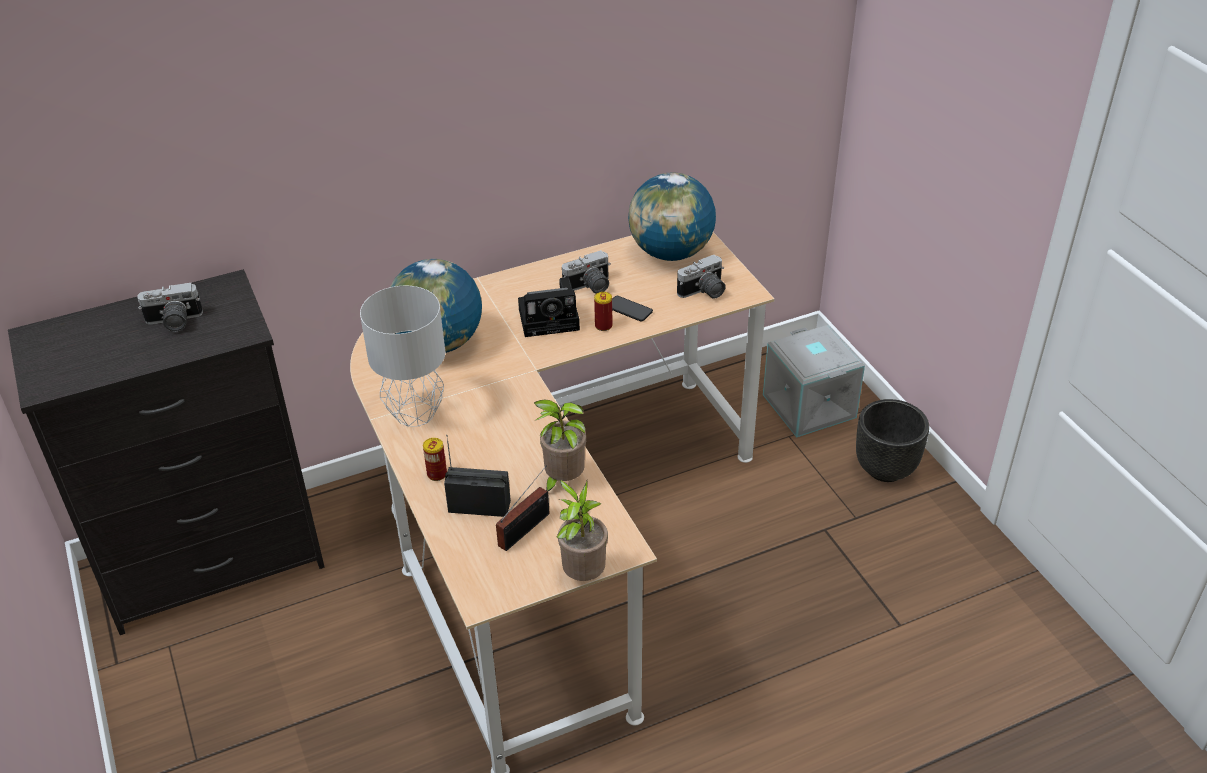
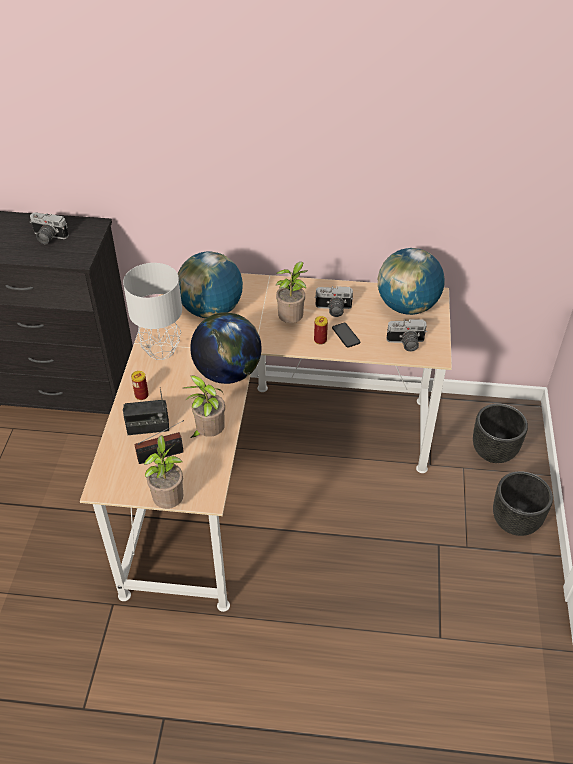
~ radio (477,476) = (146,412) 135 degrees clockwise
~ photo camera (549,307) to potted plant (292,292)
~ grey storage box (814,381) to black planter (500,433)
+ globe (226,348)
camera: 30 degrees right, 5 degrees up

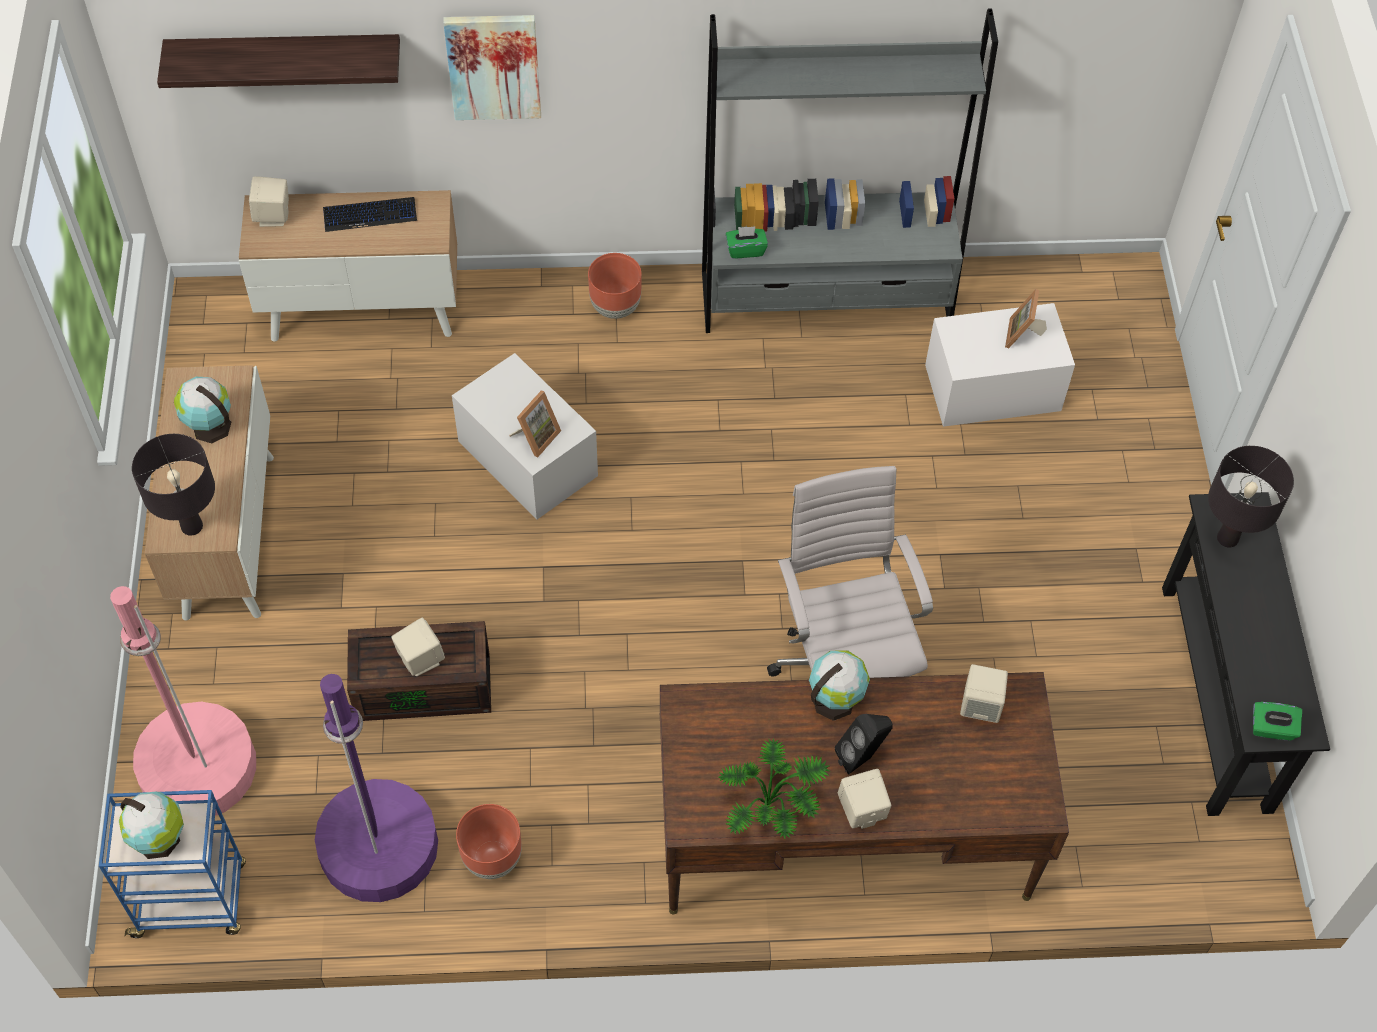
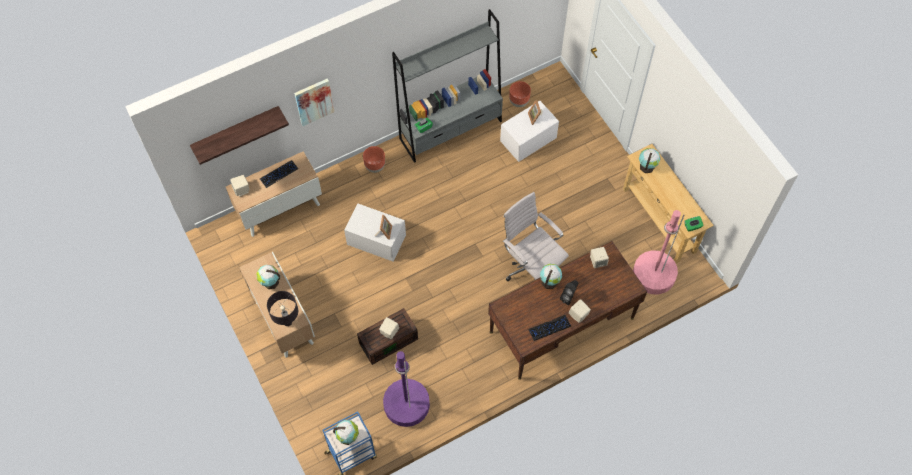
~ pink floor lamp (183,701) to (658,252)
~ brown planter (489,841) to (520,94)
~ potted plant (774,788) to keyboard (549,328)
~ black console table (1246,654) to beige console table (668,203)
~ black table lamp (1251,497) to globe (649,160)
camera: 25 degrees left, 5 degrees up

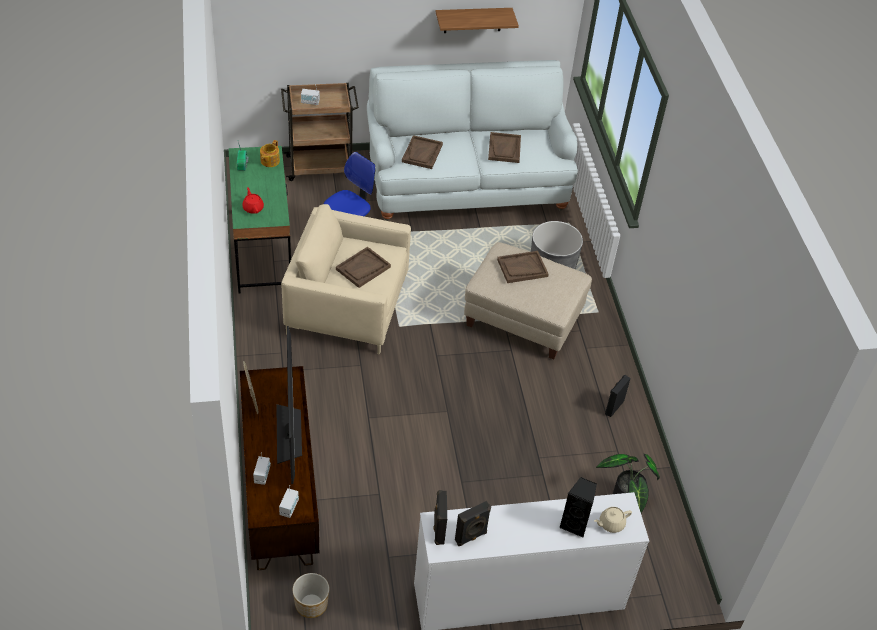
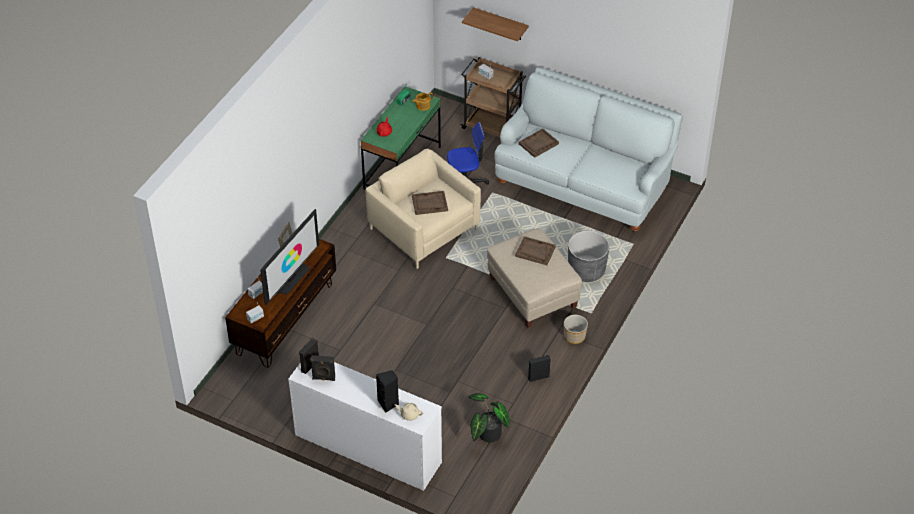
~ planter (311,595) to (576,329)
~ shelf (477,20) to (495,24)
- brown tray (504,147)
camera: 40 degrees right, 0 degrees up

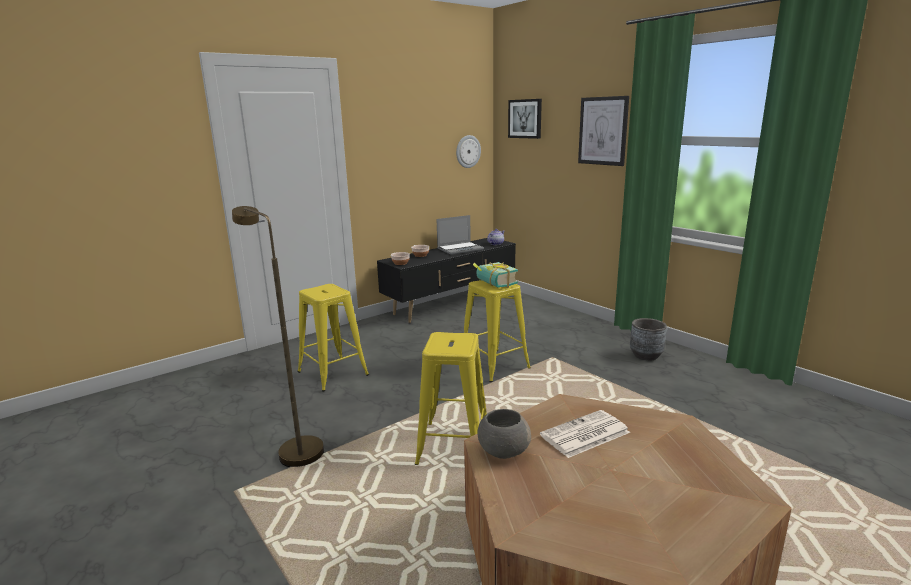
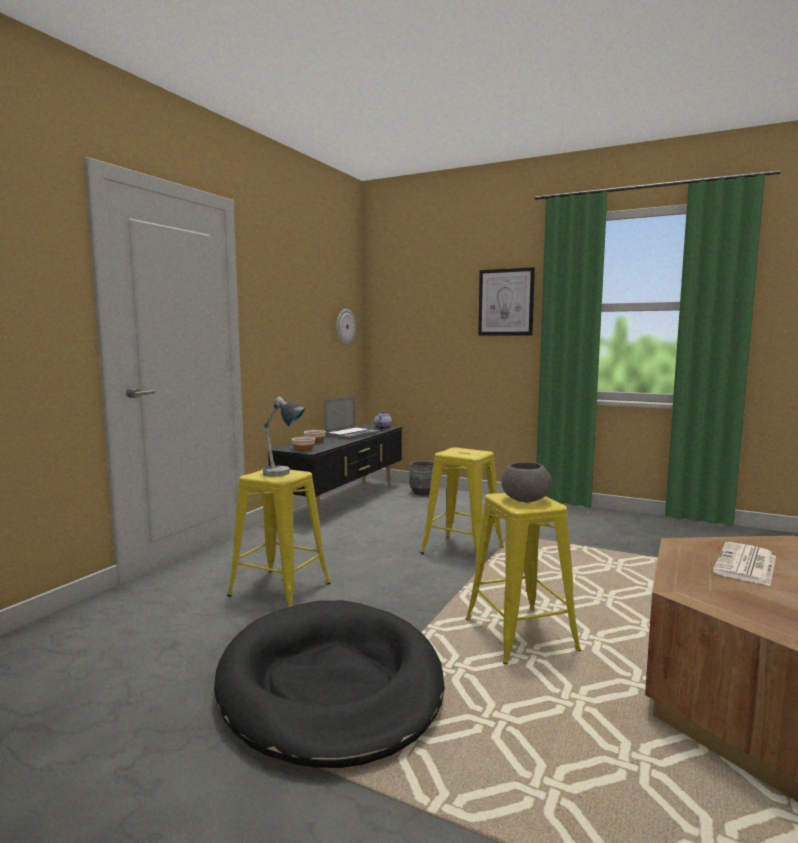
~ brown floor lamp (278,336) to black dog bed (329,684)
- book (495,275)
~ grey bowl (504,434) to (526,482)
- picture (525,119)
~ grey planter (648,339) to (421,478)
+ table lamp (284,436)
camera: 25 degrees left, 10 degrees down

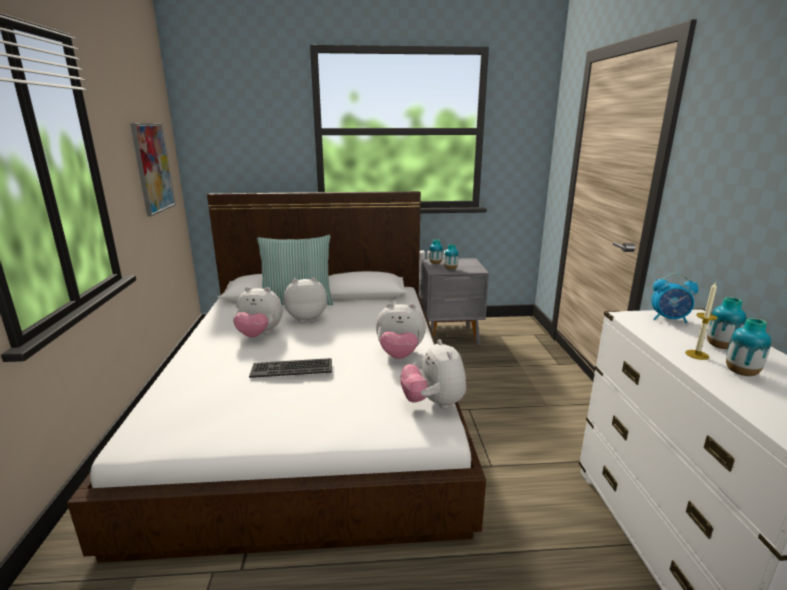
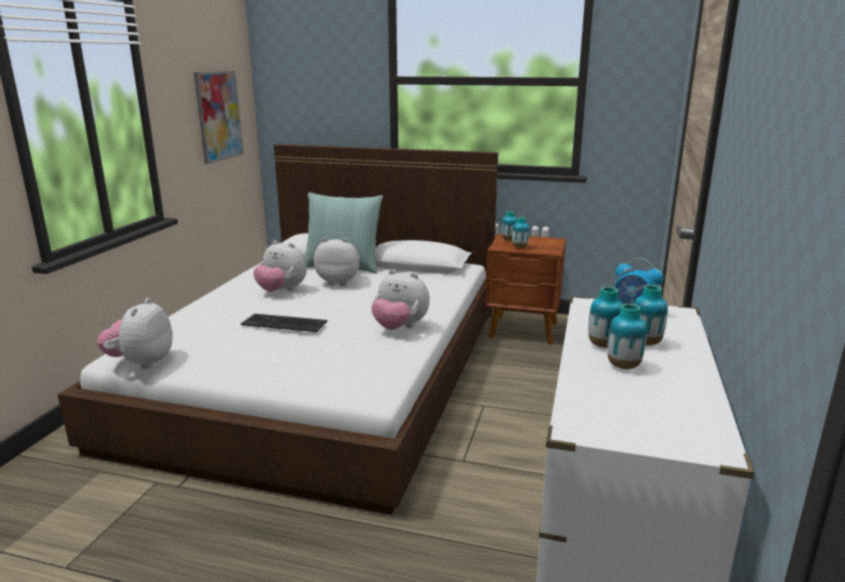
~ plush toy (433,374) to (135,333)
~ grey nightstand (454,301) to brown nightstand (525,289)
~ candle (701,321) to vase (605,317)
camera: 20 degrees right, 0 degrees up

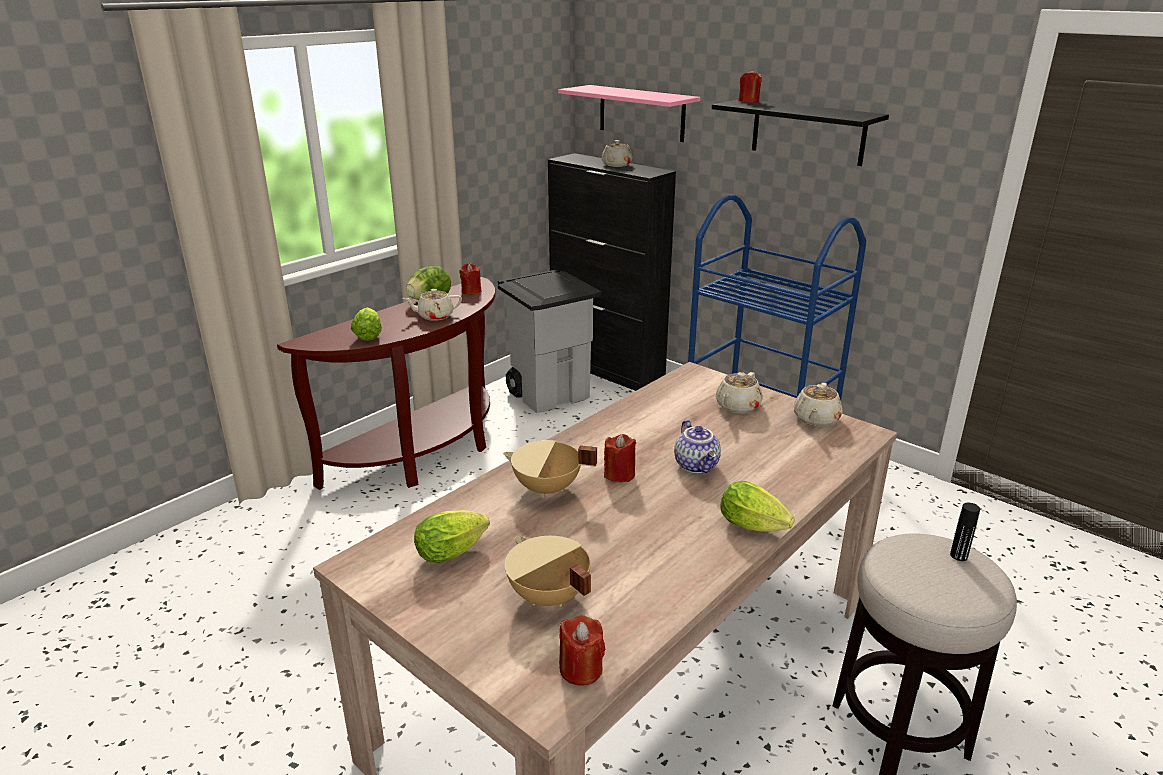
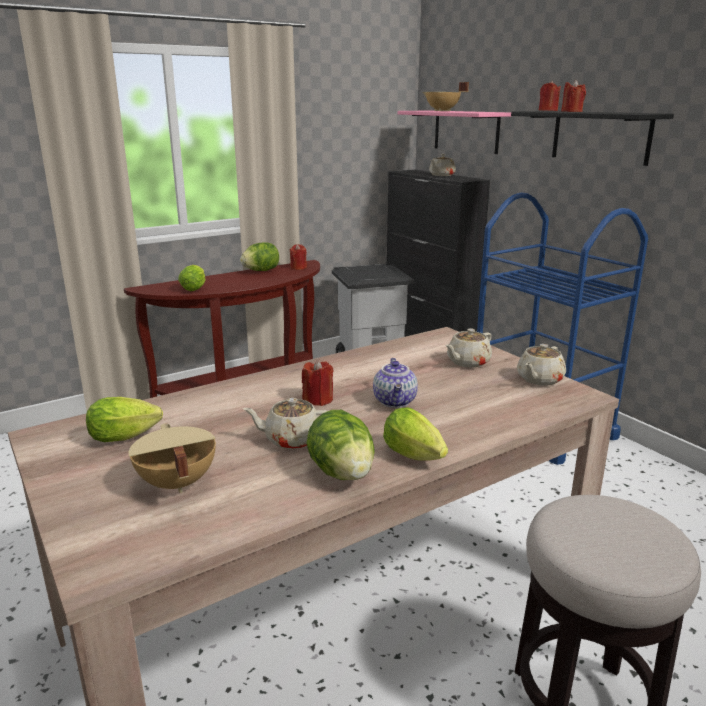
~ beige teapot (432,305) to (285,423)
~ beige cooking pot (550,469) to (446,96)
~ red candle (582,650) to (573,96)
- black bottle (965,532)
+ lettuce (340,445)
camera: 15 degrees right, 5 degrees down

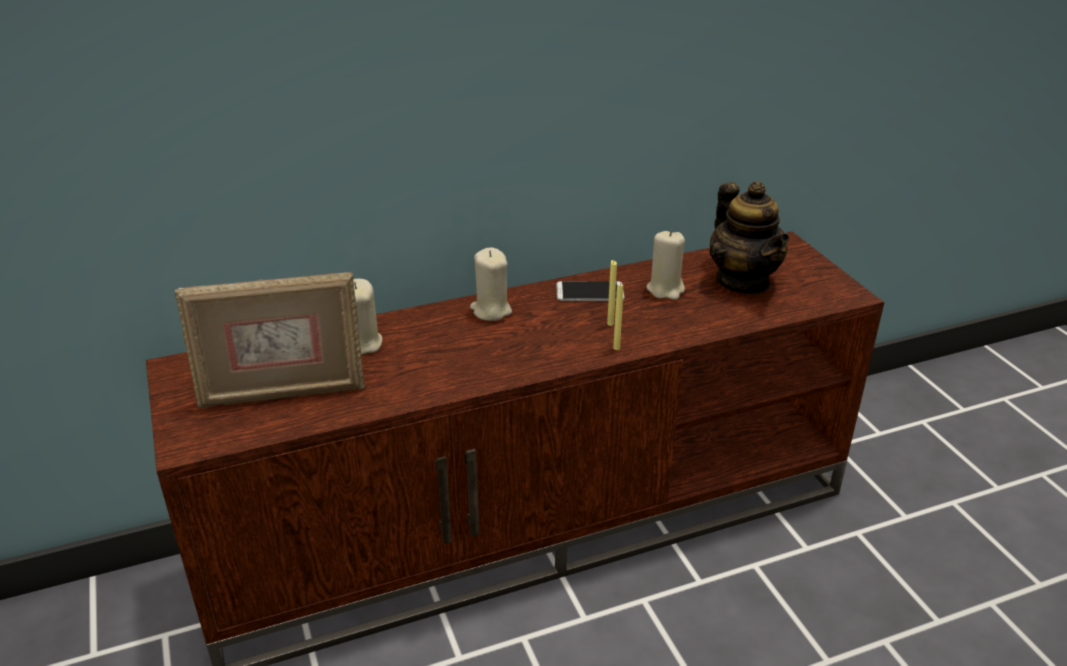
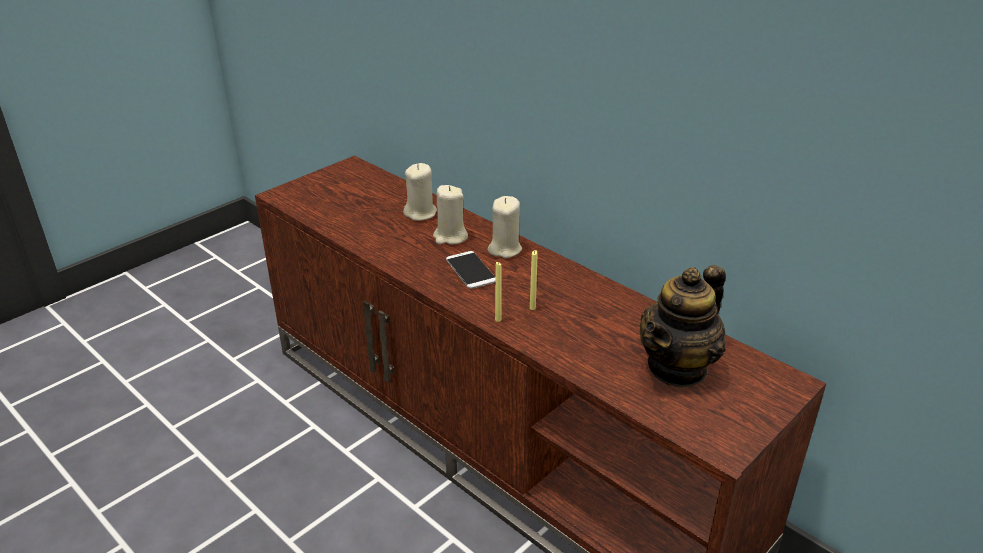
- picture frame (270,340)
~ phone (590,291) to (470,270)
~ beige candle (666,265) to (450,215)
camera: 65 degrees right, 0 degrees up

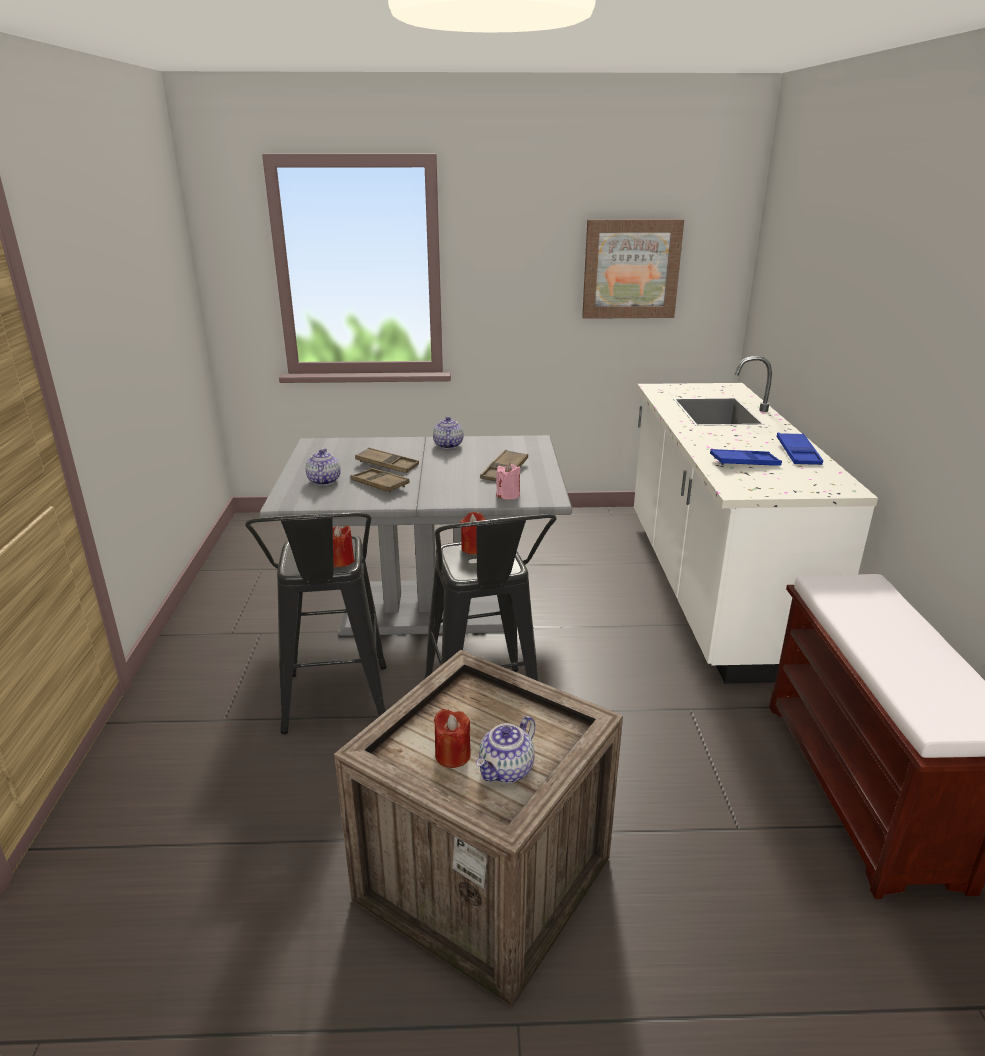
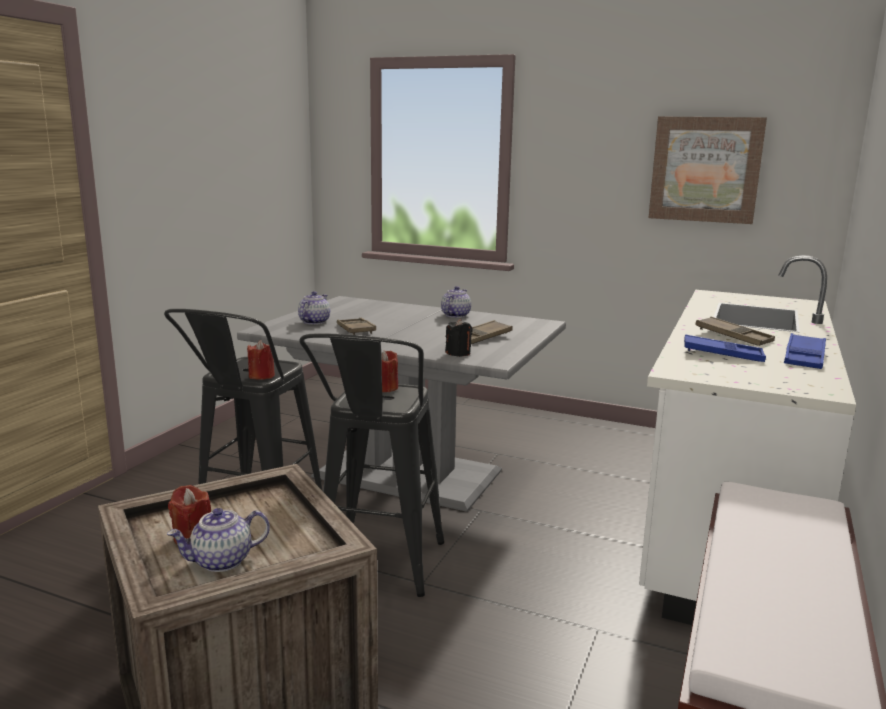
~ brown tray (387,460) to (735,331)
~ pink candle (508,481) to black candle (459,338)
camera: 25 degrees right, 10 degrees down

